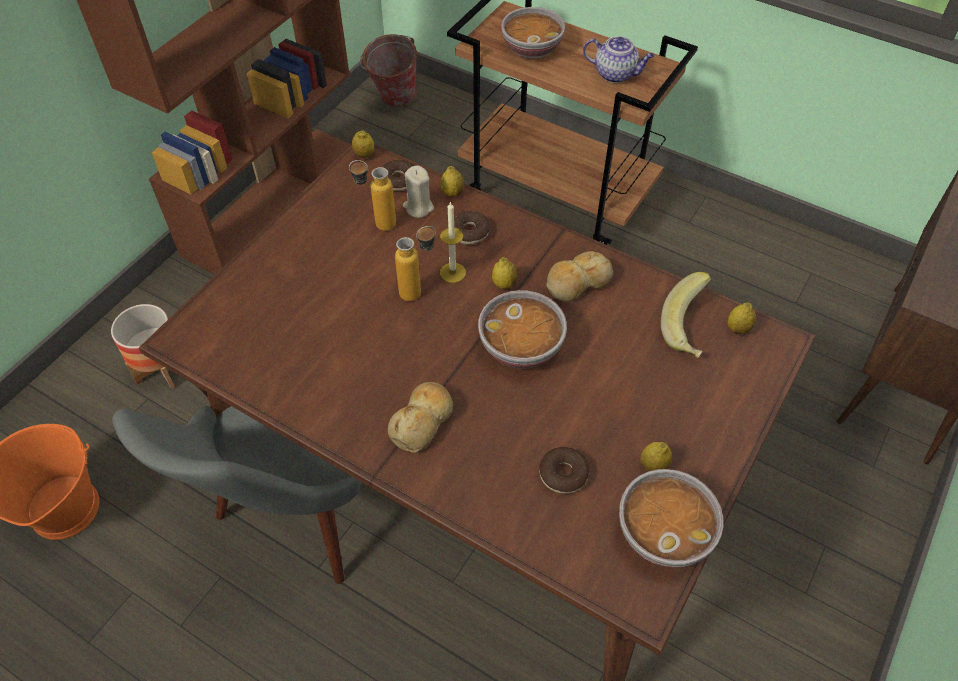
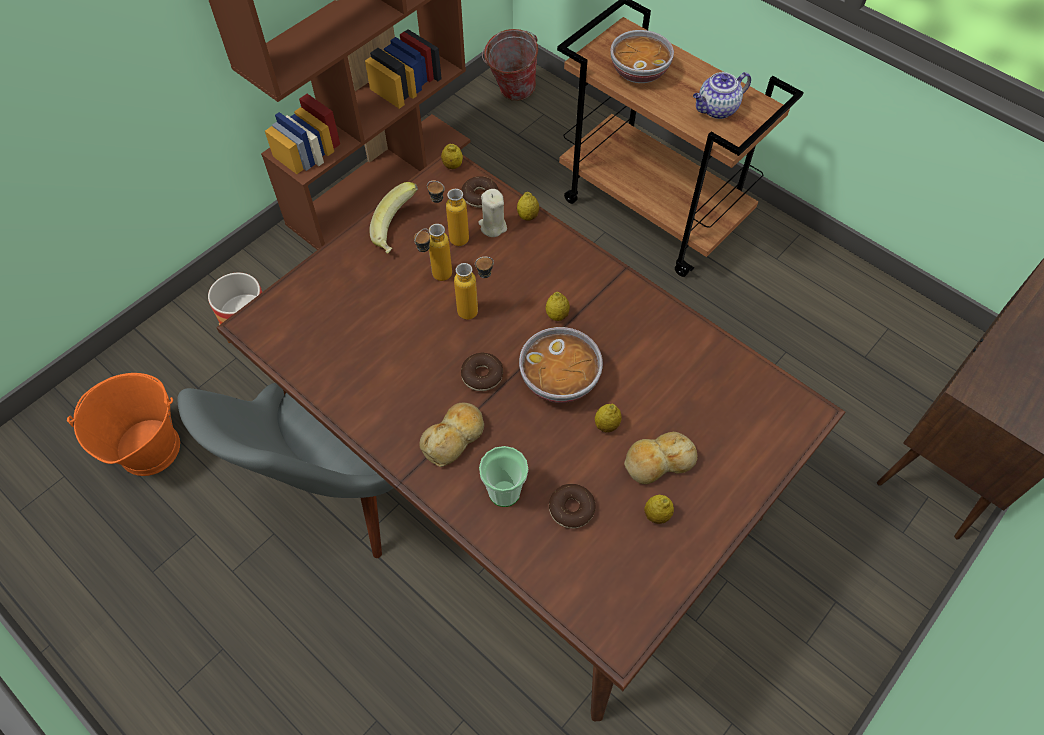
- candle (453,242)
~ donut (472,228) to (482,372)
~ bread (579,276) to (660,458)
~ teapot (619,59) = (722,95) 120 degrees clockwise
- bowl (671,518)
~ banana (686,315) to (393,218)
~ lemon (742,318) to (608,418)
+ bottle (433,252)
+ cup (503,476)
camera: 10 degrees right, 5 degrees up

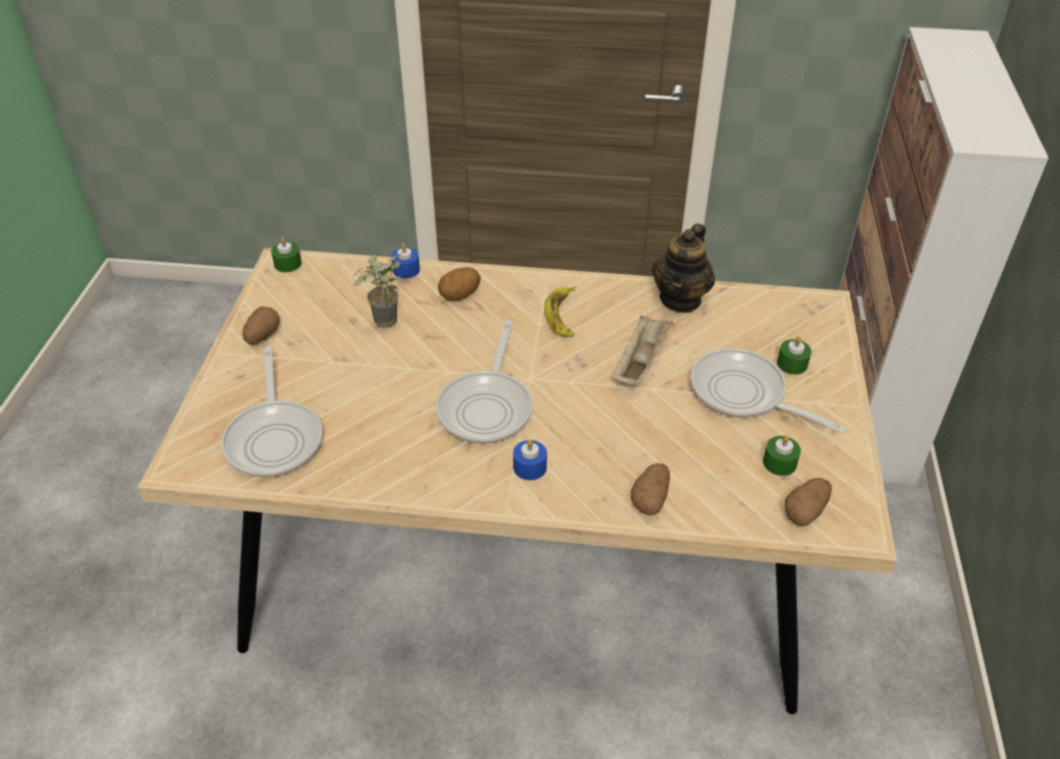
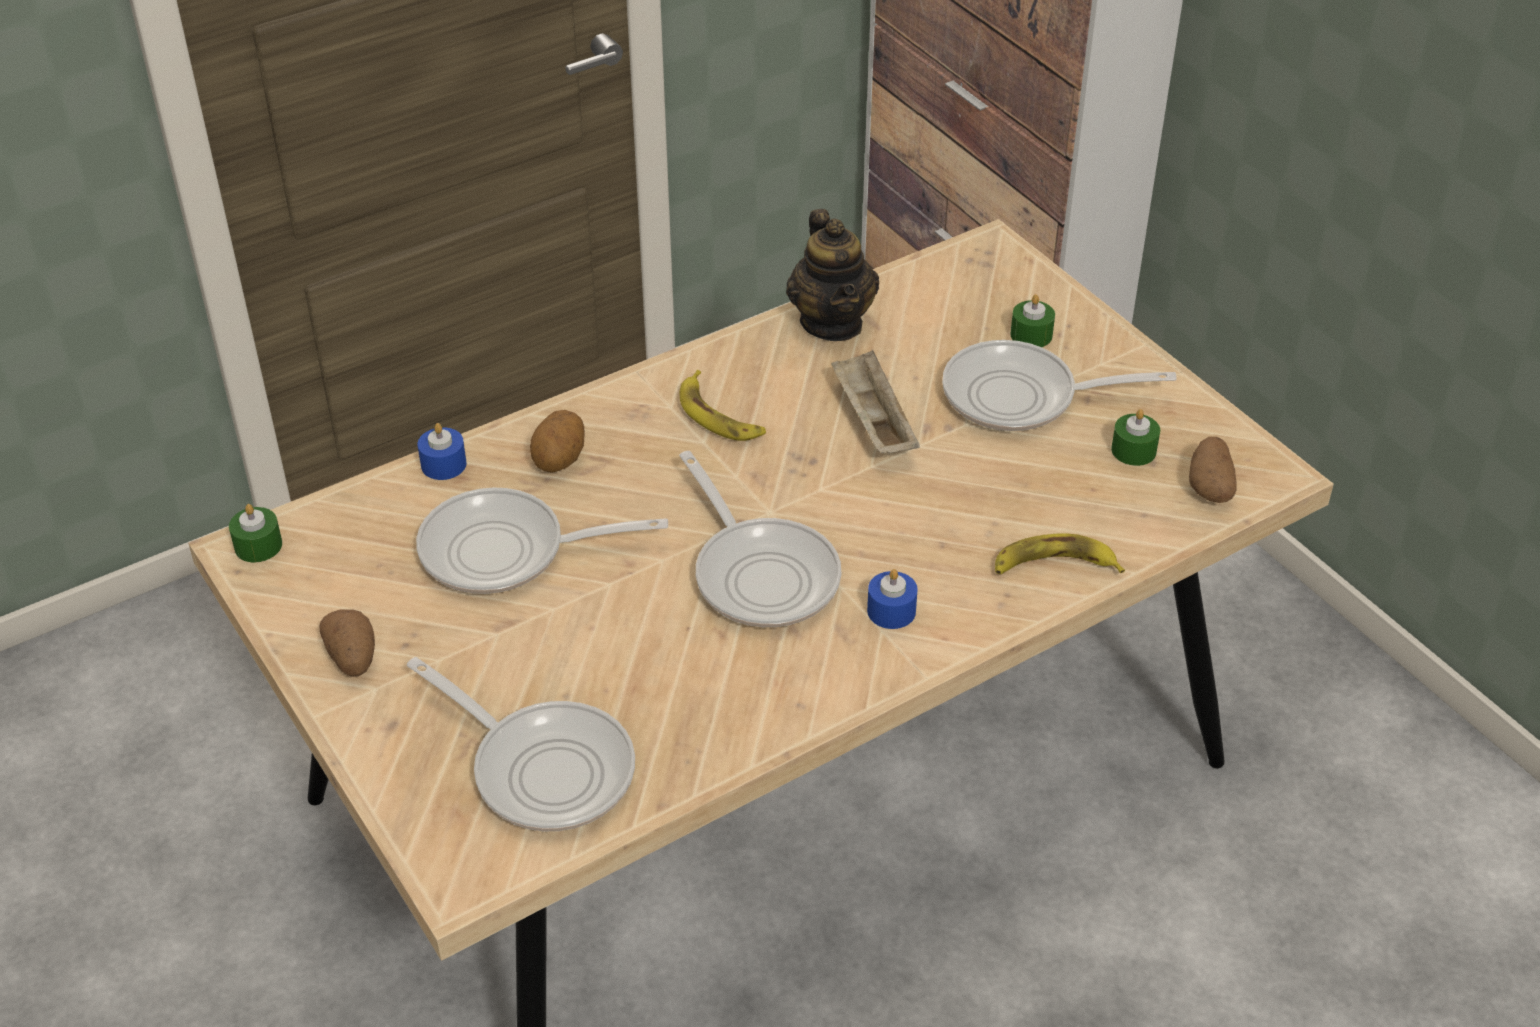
~ potted plant (378,290) to frying pan (542,540)
~ potato (650,489) to banana (1060,553)
camera: 40 degrees left, 0 degrees up

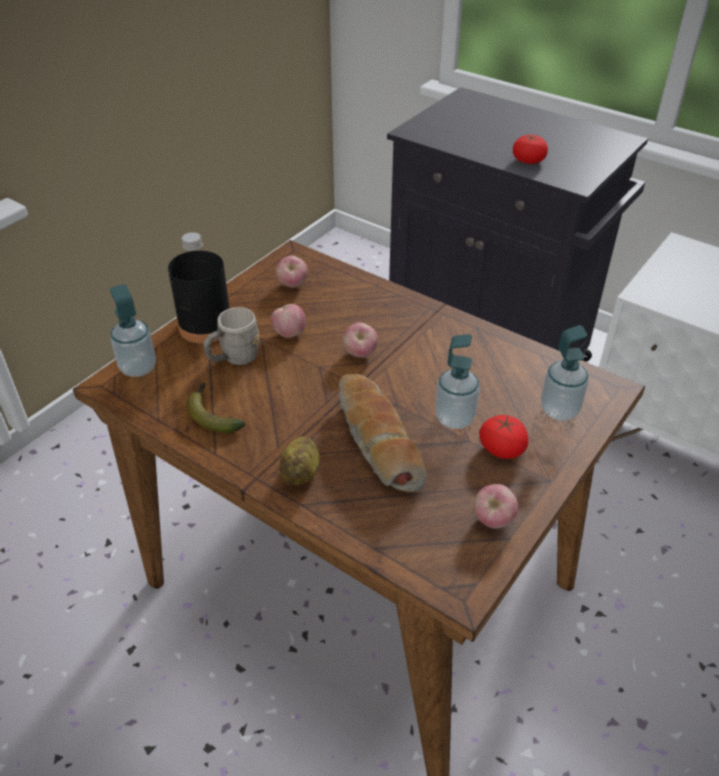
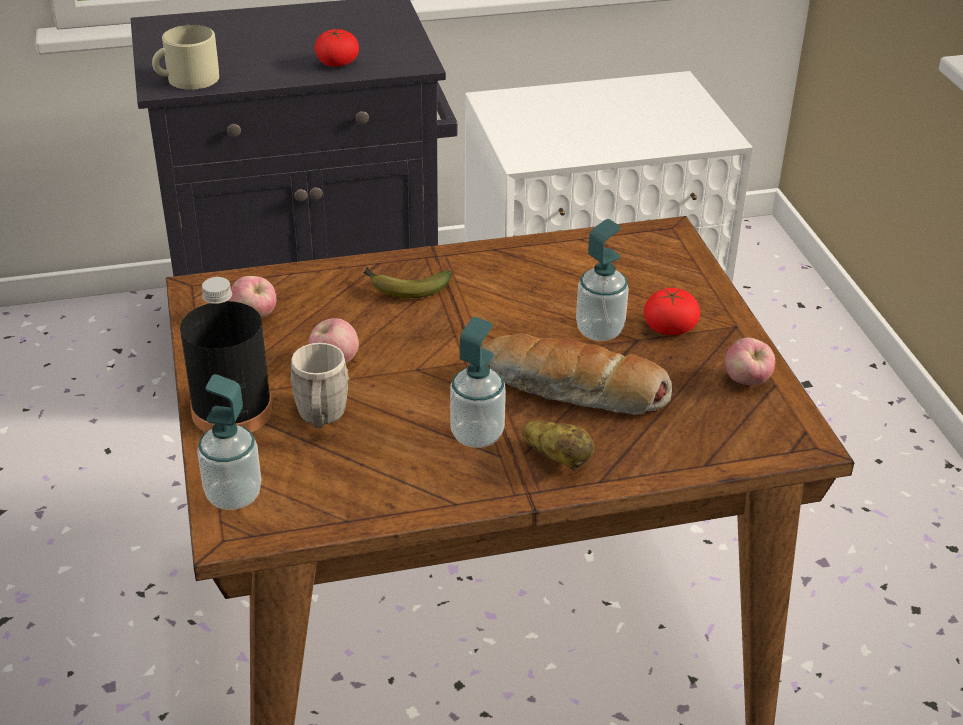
~ banana (216,408) to (407,282)
- apple (360,340)
~ soap dispenser (565,373) to (478,382)
+ beige mug (185,57)
camera: 50 degrees left, 5 degrees down

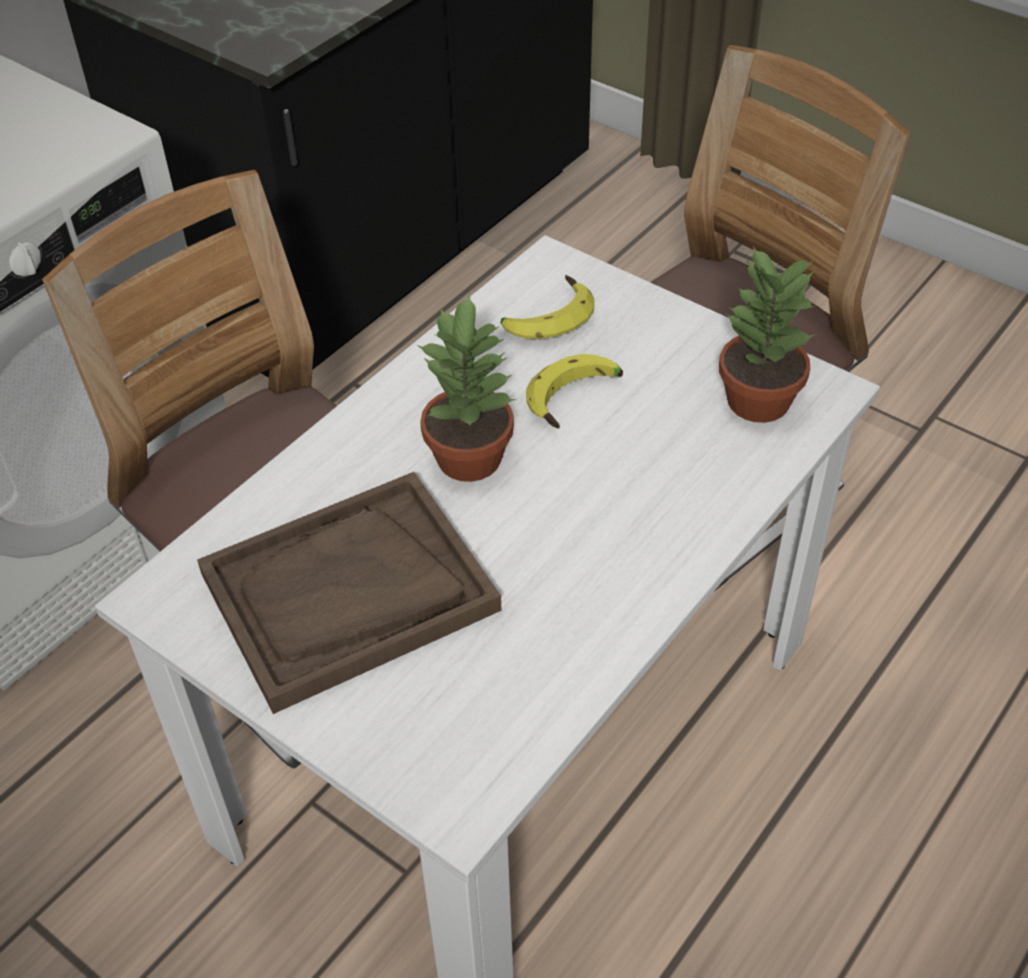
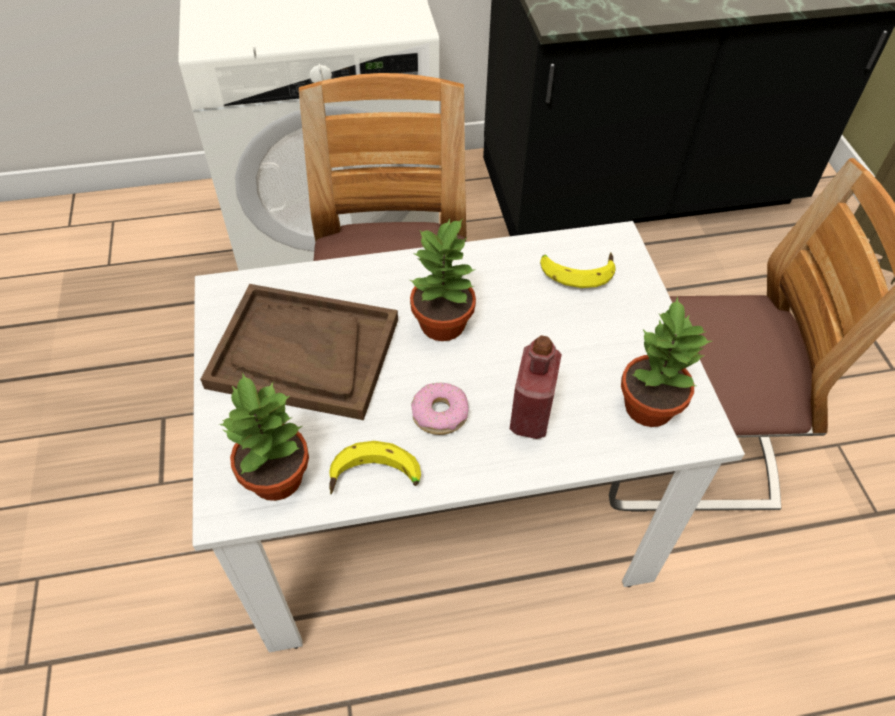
~ banana (574,391) to (375,467)
+ potted plant (264,437)
+ donut (440,408)
+ red bottle (536,387)
camera: 40 degrees right, 5 degrees up

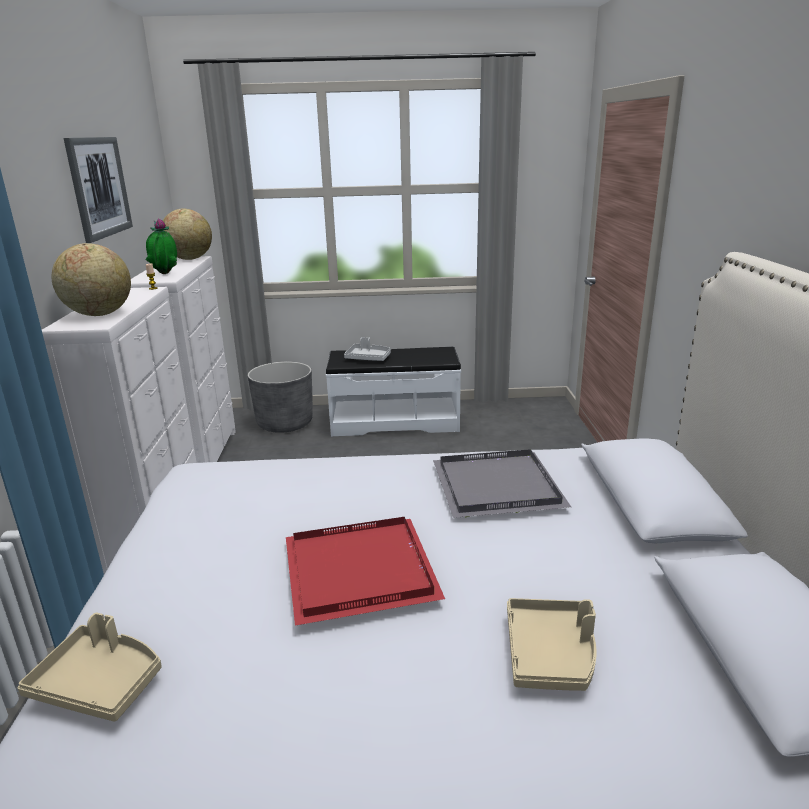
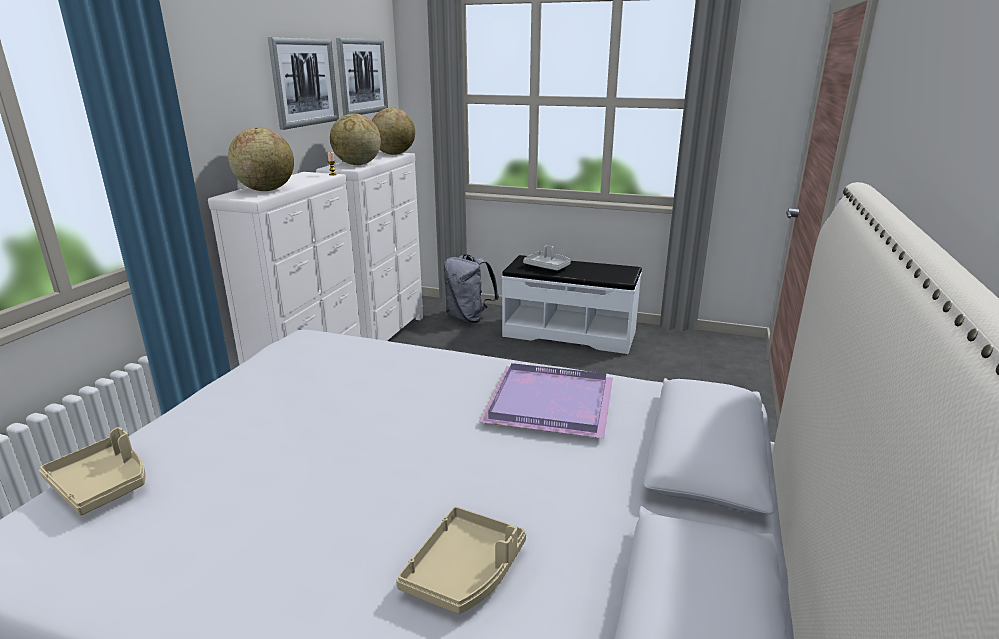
~ potted plant (161,246) to globe (355,139)
~ grey planter (280,397) to grey backpack (471,288)
- red tray (365,571)
~ grey tray (502,483) to purple tray (546,400)
+ picture (362,77)
camera: 20 degrees right, 0 degrees up

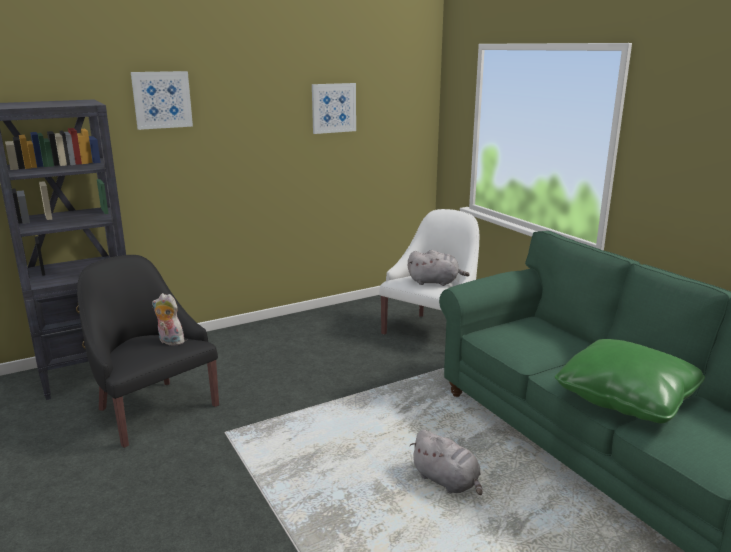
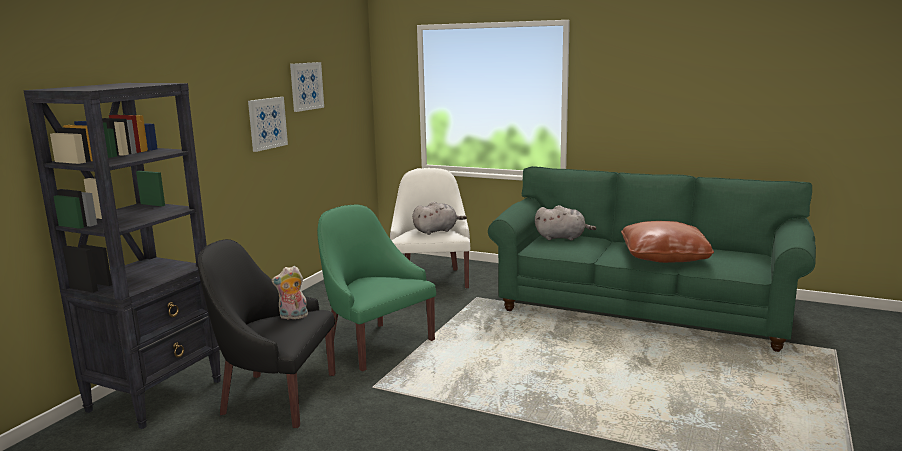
~ picture (162,100) to (268,124)
~ grey plush toy (446,462) to (566,223)
~ green pillow (630,381) to brown pillow (667,242)
+ green armchair (376,288)
camera: 35 degrees left, 5 degrees down

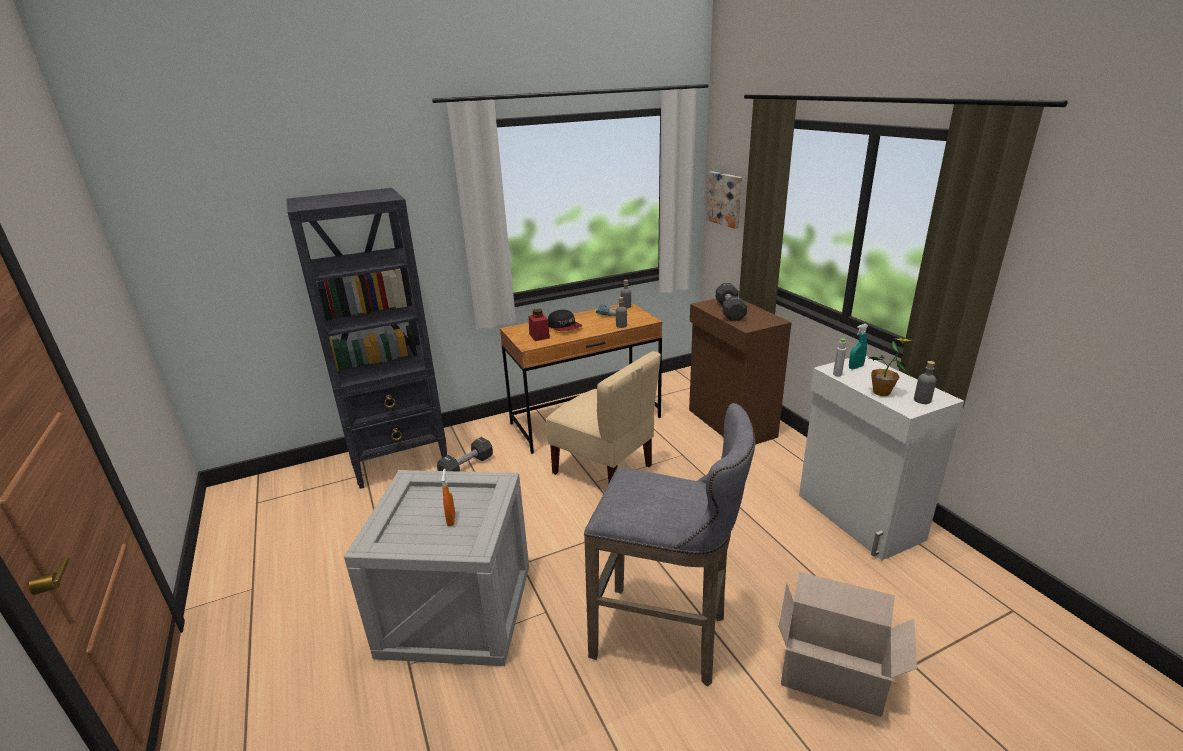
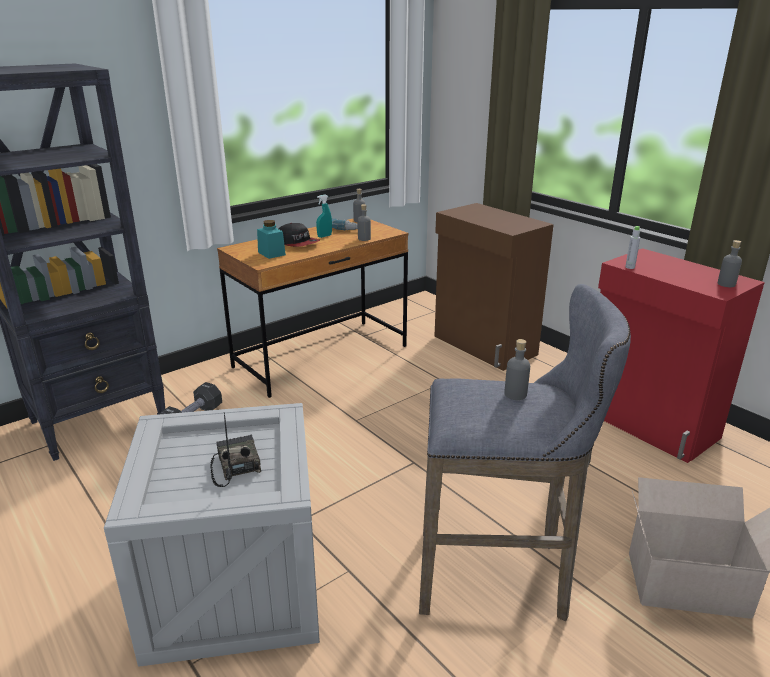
~ orange spray bottle (448,497) to radio (235,449)
~ red jar (539,325) to turquoise jar (271,239)
- beige chair (603,417)
- picture (724,199)
- black dumbbell (731,302)
~ white cabinet (881,458) to red cabinet (681,355)
~ turquoise spray bottle (858,346) to (324,216)
- potted plant (891,367)
+ grey bottle (517,369)
camera: 15 degrees left, 0 degrees up

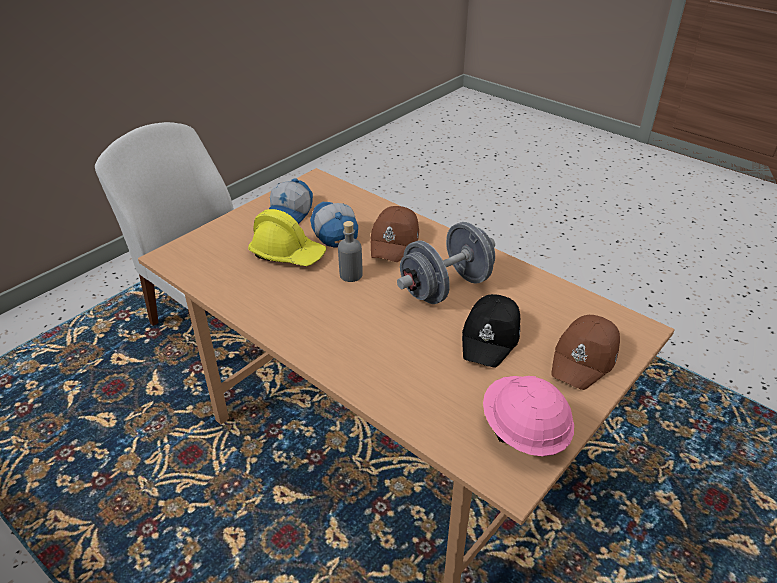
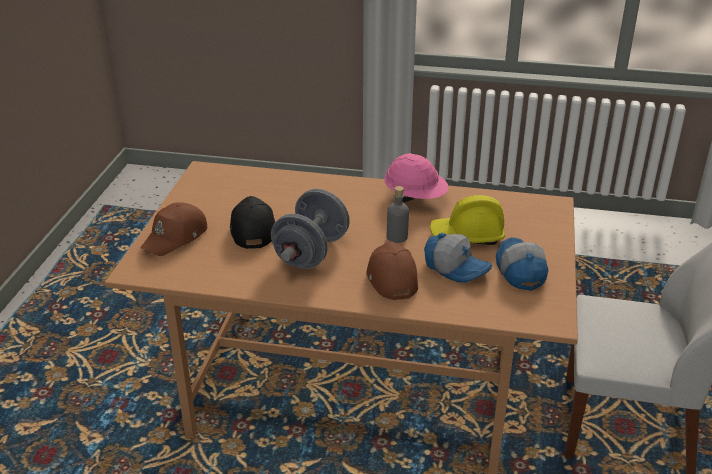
~ pink hard hat (528,416) to (416,177)
~ brown cap (585,352) = (173,229) 150 degrees counterclockwise
camera: 150 degrees right, 5 degrees down

